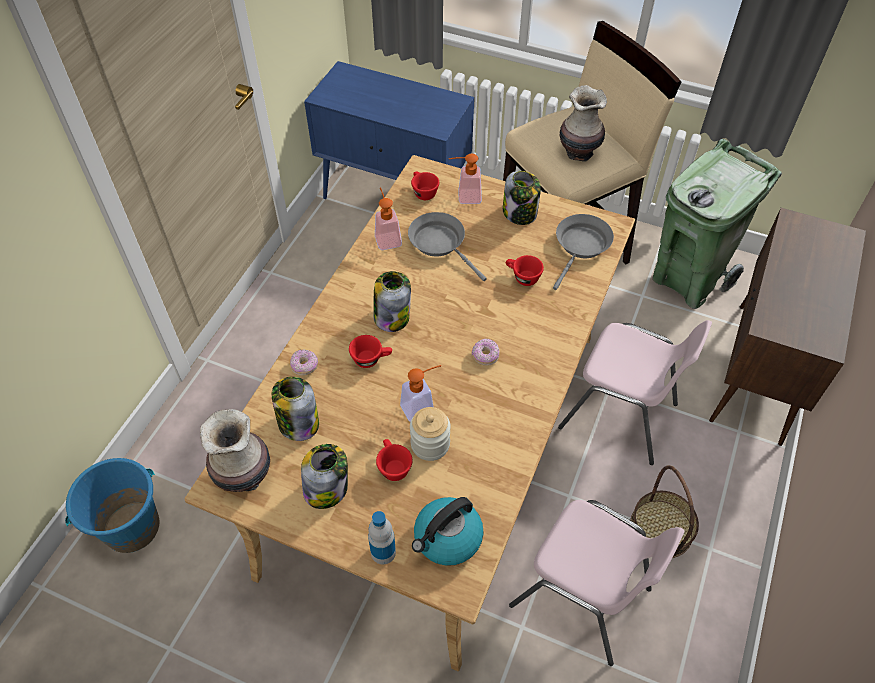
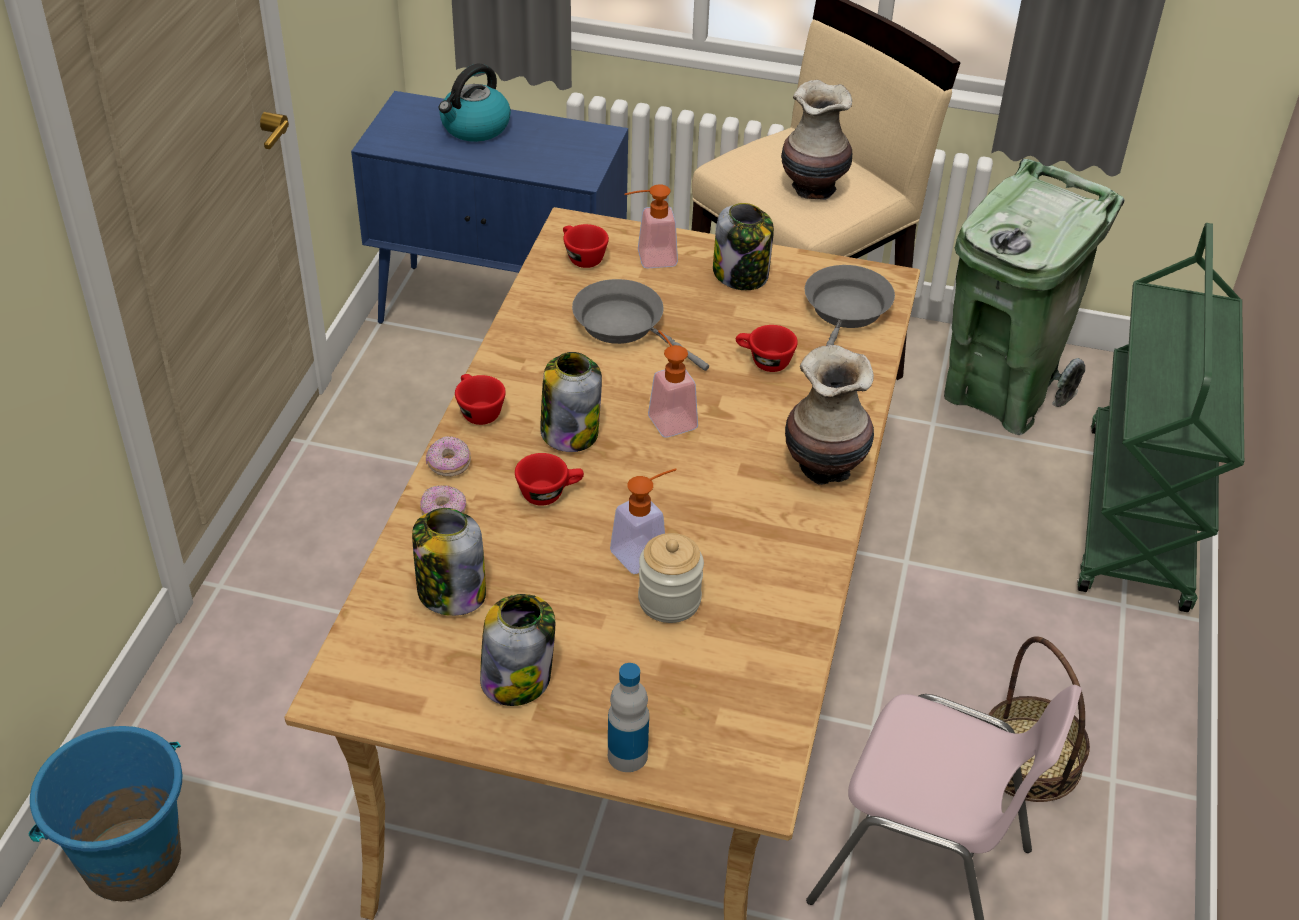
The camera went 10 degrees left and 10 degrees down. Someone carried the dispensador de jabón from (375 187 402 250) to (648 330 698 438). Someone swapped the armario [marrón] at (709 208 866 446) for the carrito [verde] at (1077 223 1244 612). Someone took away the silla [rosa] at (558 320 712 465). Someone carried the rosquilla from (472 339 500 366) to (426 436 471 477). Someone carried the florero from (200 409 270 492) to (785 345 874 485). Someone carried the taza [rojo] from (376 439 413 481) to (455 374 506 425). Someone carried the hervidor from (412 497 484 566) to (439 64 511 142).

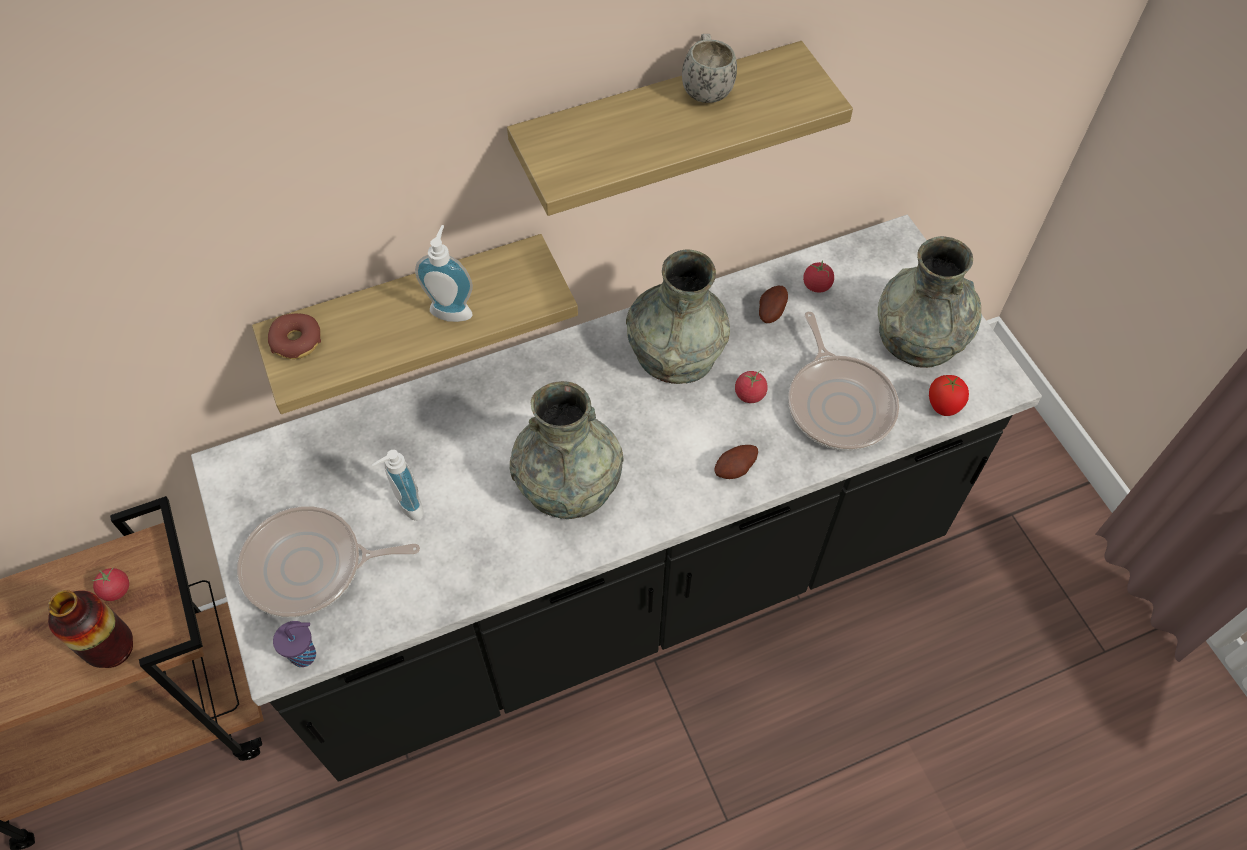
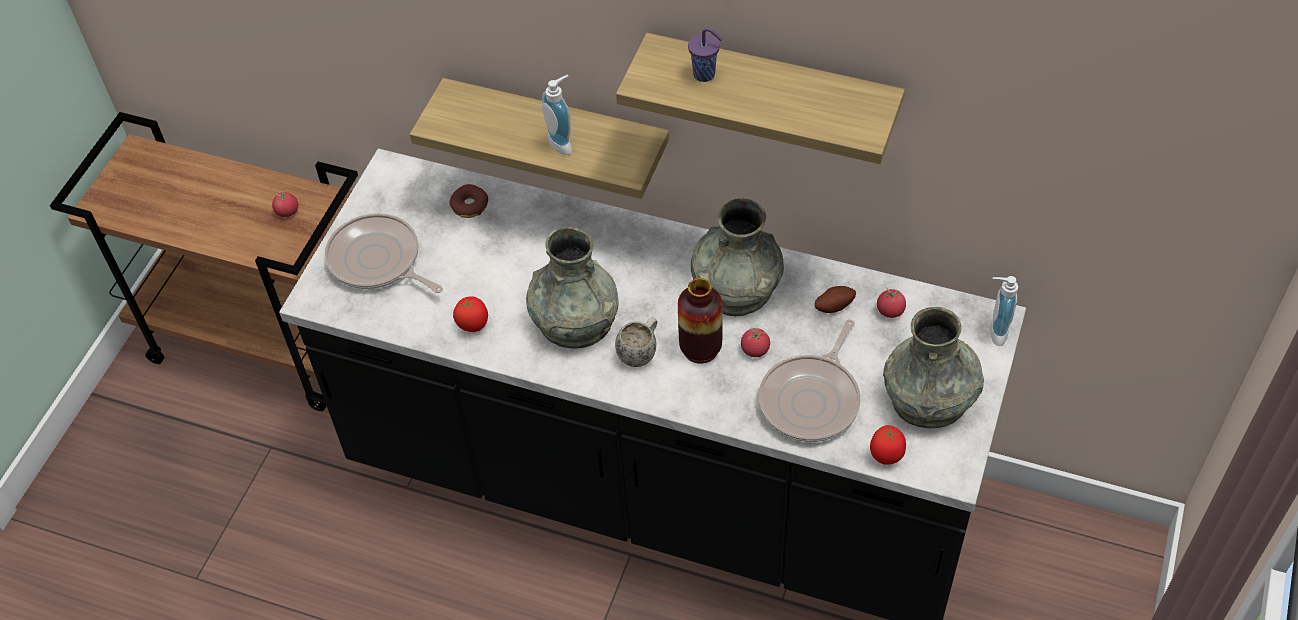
The camera went 45 degrees right and 5 degrees down. Someone carried the taza grande [blanco] from (682 34 737 103) to (615 317 657 367). Someone carried the rosquilla from (268 313 321 359) to (450 184 488 218). Someone took away the patata at (715 445 758 479). Someone carried the dispensador de jabón from (372 450 424 521) to (990 276 1018 346). Someone carried the florero from (48 590 133 668) to (678 278 723 364). Someone carried the taza [morado] from (273 621 316 667) to (688 28 723 82). Someone put down the tomate at (453 296 488 332).

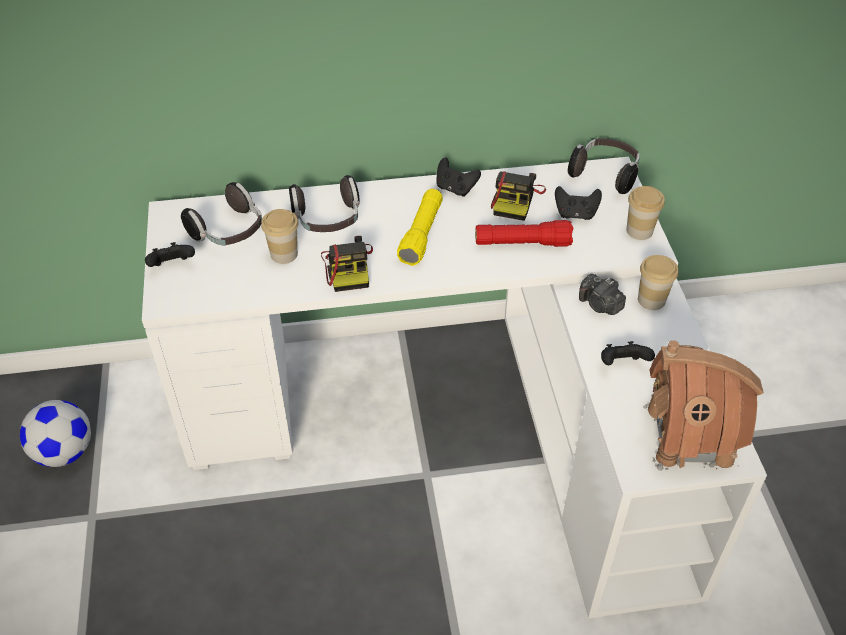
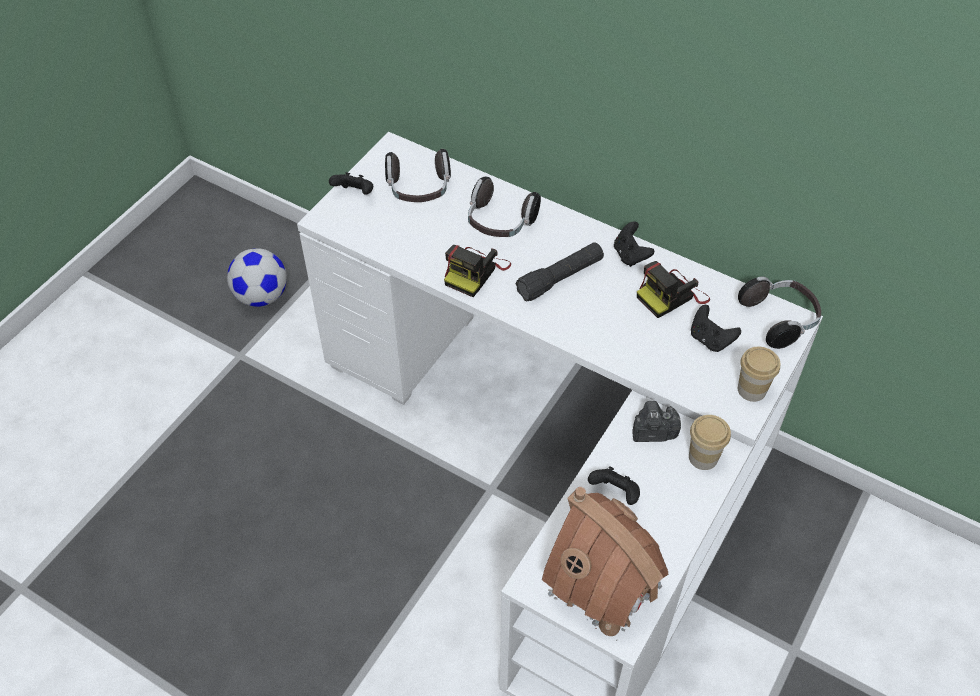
The camera went 40 degrees right and 5 degrees up. Someone repainted the linterna [amarillo] at (397 189 443 266), which became the linterna [negro] at (515 242 604 301). Someone took away the taza at (261 209 299 264). Someone took away the linterna [rojo] at (475 220 573 247). Someone rotated the cámara at (579 274 626 315) by 90 degrees clockwise.

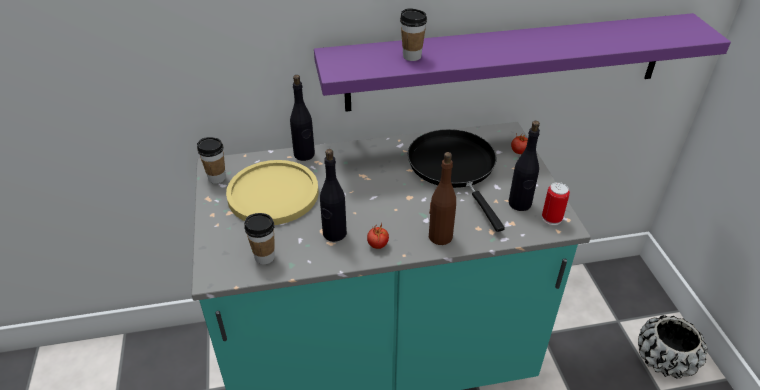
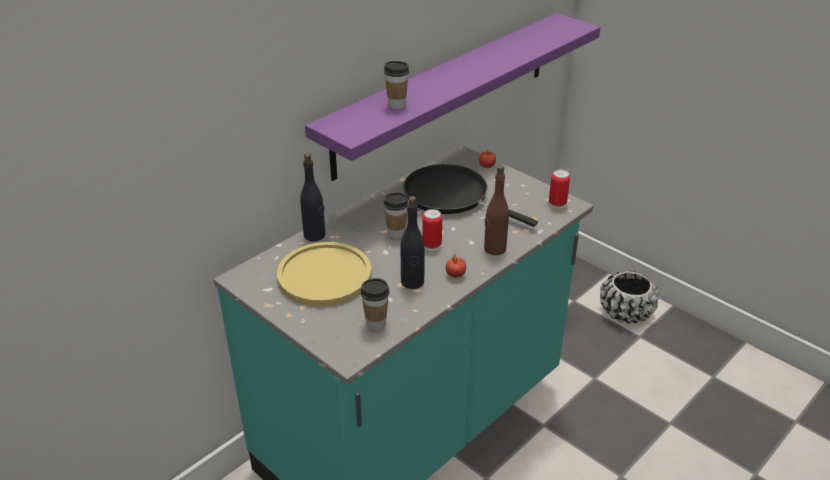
The camera went 35 degrees left and 5 degrees down. Someone took away the botella [negro] at (509 121 540 211). Someone carried the taza from (197 137 226 184) to (384 192 409 239). Someone put down the lata at (422 209 442 251).

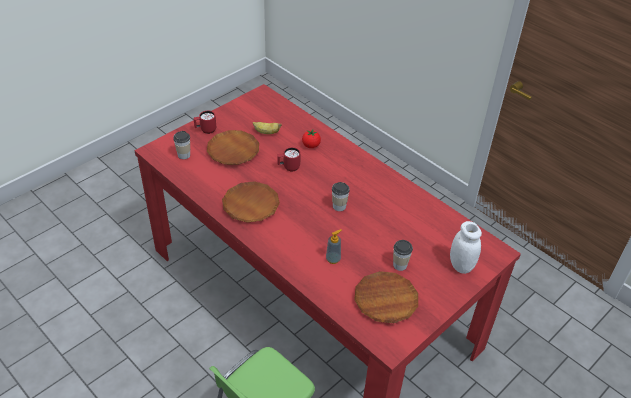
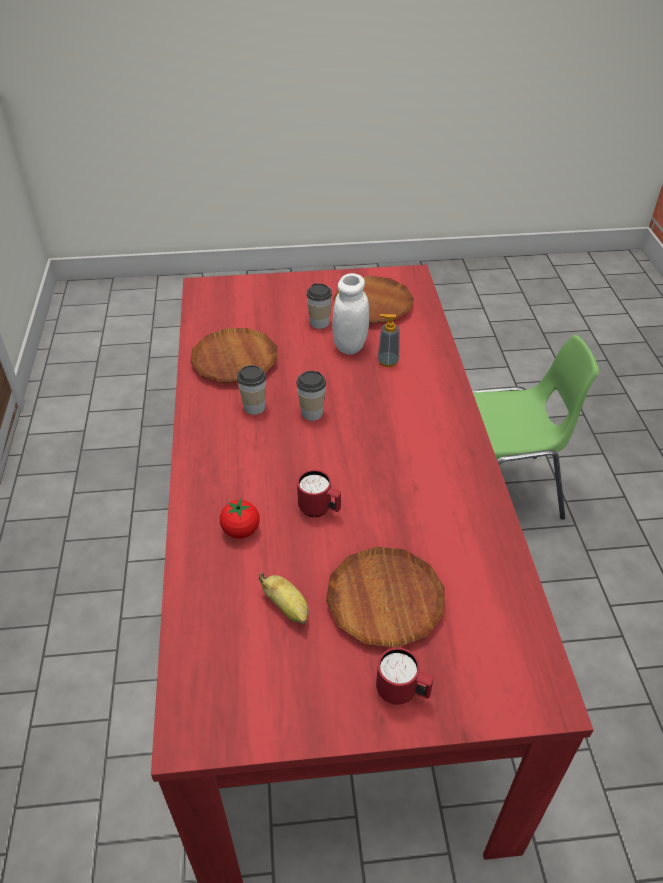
The camera went 140 degrees left and 0 degrees up. Someone carried the taza from (173 131 190 159) to (237 365 266 415). Someone carried the plato [marrón] from (222 181 280 223) to (191 328 277 383). Someone carried the tarro [blanco] from (450 221 482 274) to (332 273 369 355).

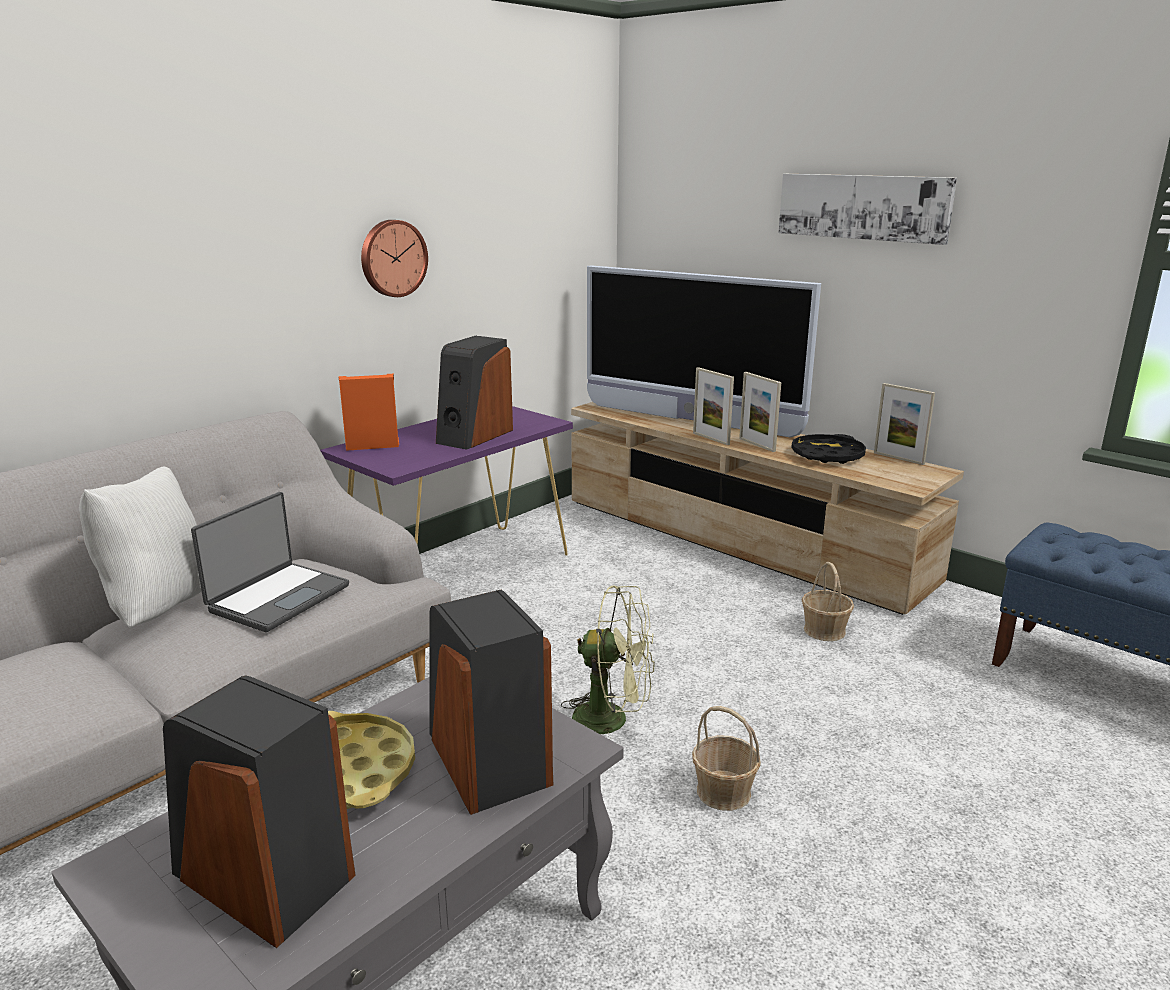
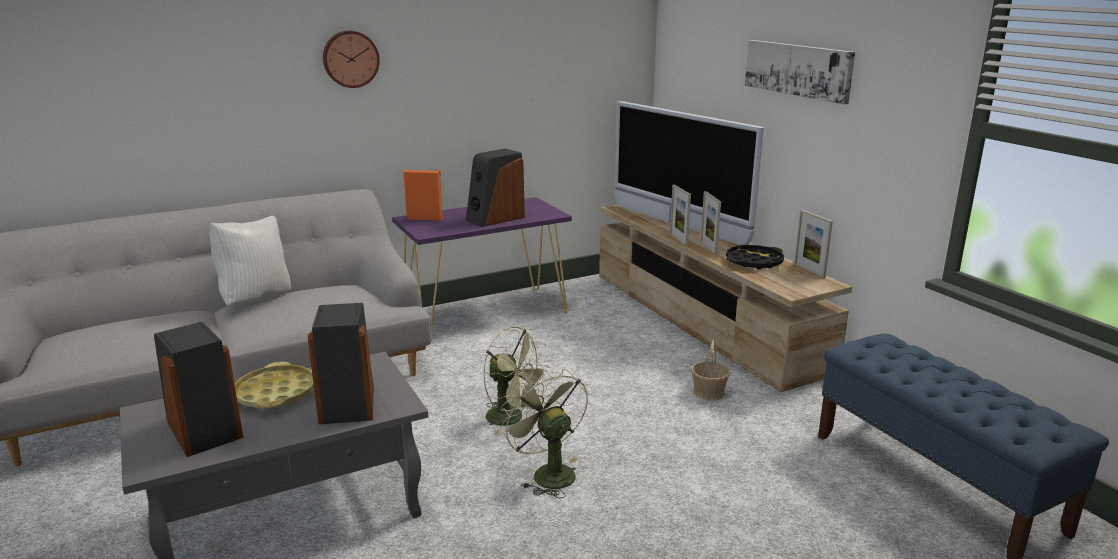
The camera went 20 degrees right and 0 degrees up. Someone carried the reloj de pared from (361 220 428 297) to (323 31 380 88). Someone took away the portátil at (191 492 349 632). Someone swapped the cesta at (692 706 761 811) for the ventilador [verde] at (500 369 588 499).

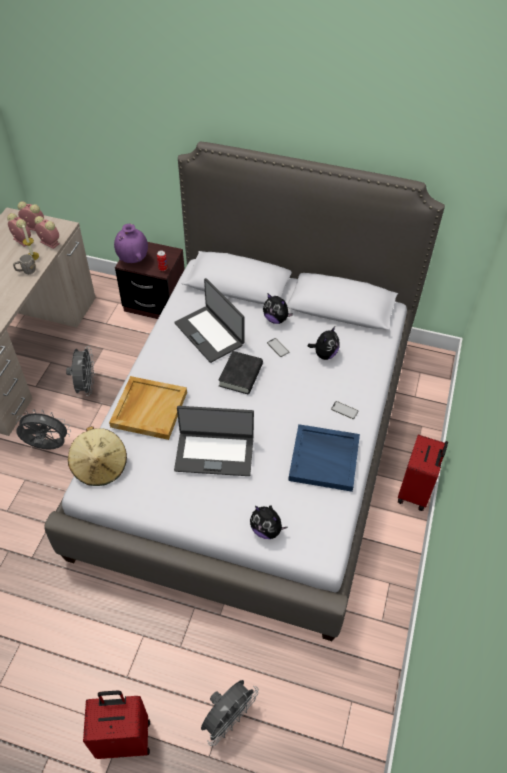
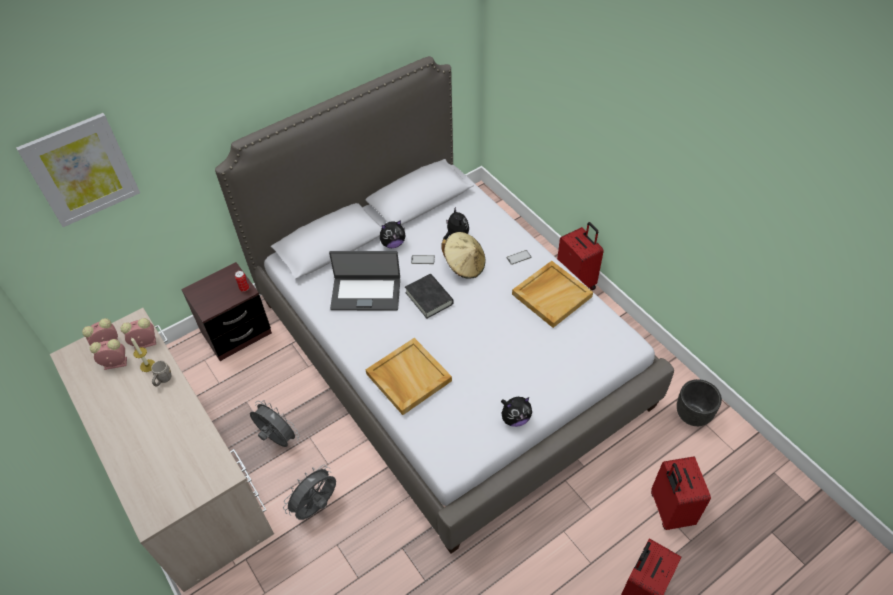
The camera went 50 degrees left and 0 degrees up. Someone took away the florero [morado] at (114 224 148 263). Someone took away the portátil at (174 406 254 476). Someone repainted the bandeja [azul] at (288 424 360 492), which became the bandeja [beis] at (512 261 593 328). Someone carried the sombrero [beis] from (68 426 127 486) to (442 232 485 279). Someone carried the peluche from (250 505 288 539) to (501 397 532 427). Someone swapped the ventilador [gris] at (201 680 258 746) for the maleta [rojo] at (651 456 711 530). Someone put up the cuadro at (16 113 140 227). Someone put down the maceta [negro] at (677 379 722 426).

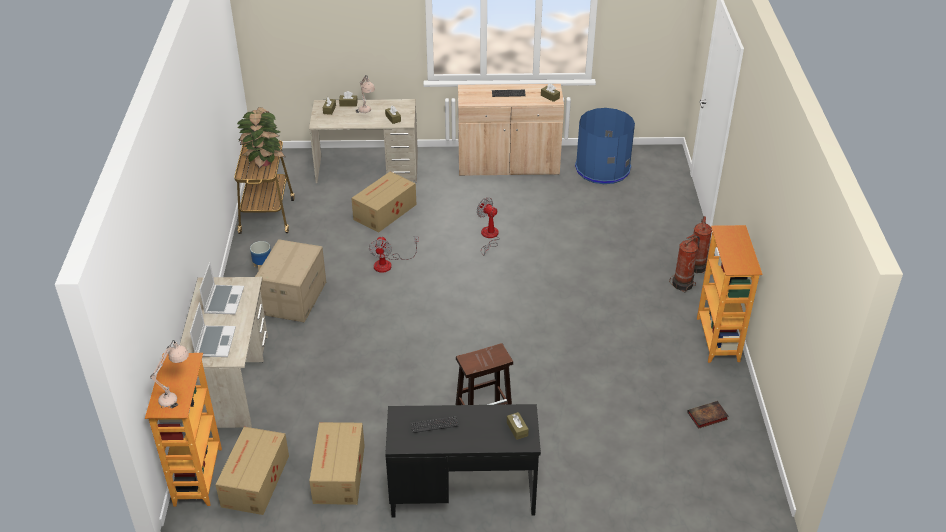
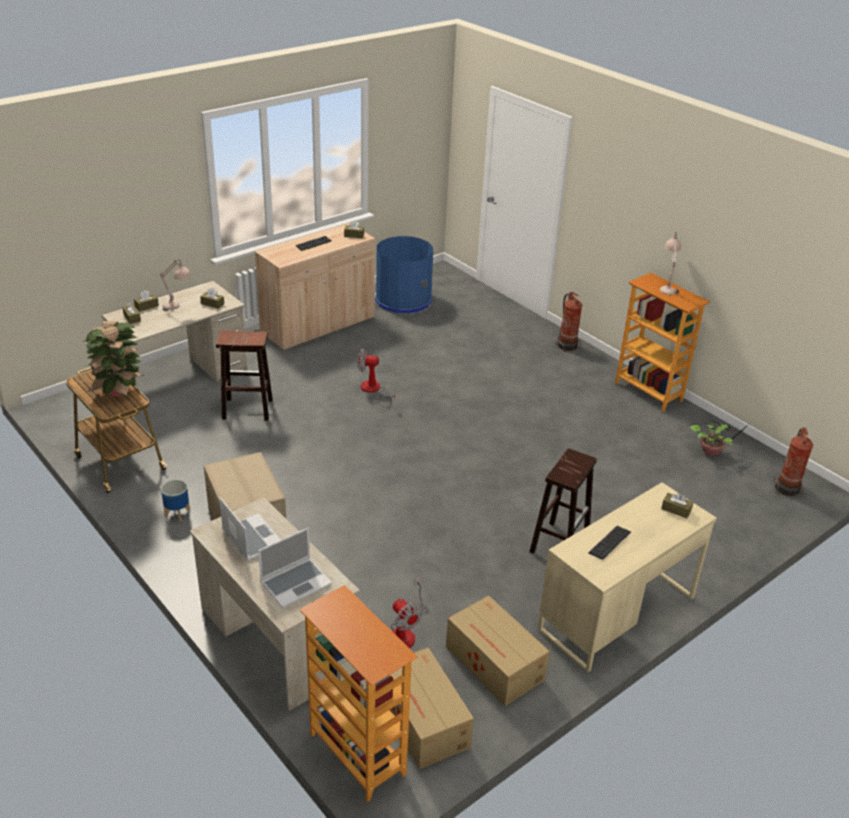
The camera went 40 degrees left and 5 degrees down. Someone swapped the caja de cartón at (351 171 416 233) for the taburete [marrón] at (216 330 273 421). Someone carried the extintor from (669 234 700 292) to (774 428 813 497). Someone carried the ventilador from (369 236 419 273) to (391 577 424 648). Someone rotated the portátil at (190 302 236 357) by 90 degrees clockwise. Someone carried the lámpara de mesa [beis] from (150 340 189 408) to (660 231 681 296). Someone swapped the libro at (687 401 729 429) for the planta en maceta at (690 419 749 456). Someone repainted the escritorio [negro] at (385 404 541 518), which became the escritorio [beis] at (538 482 717 672).

